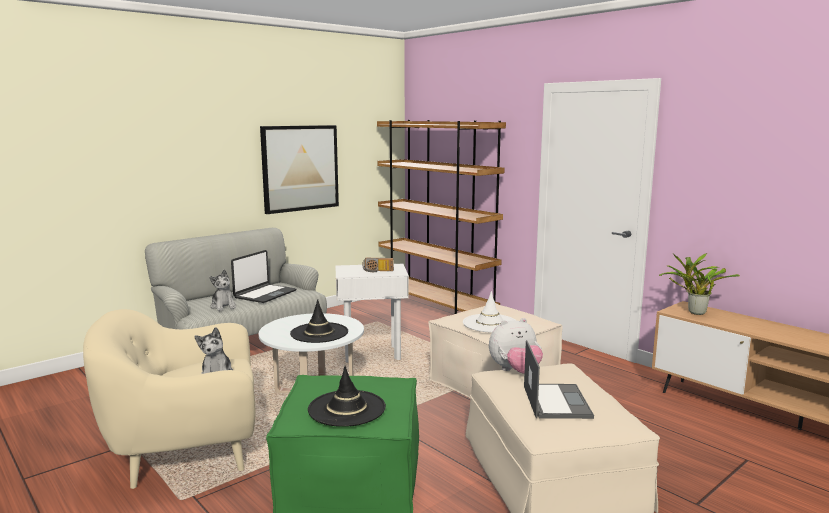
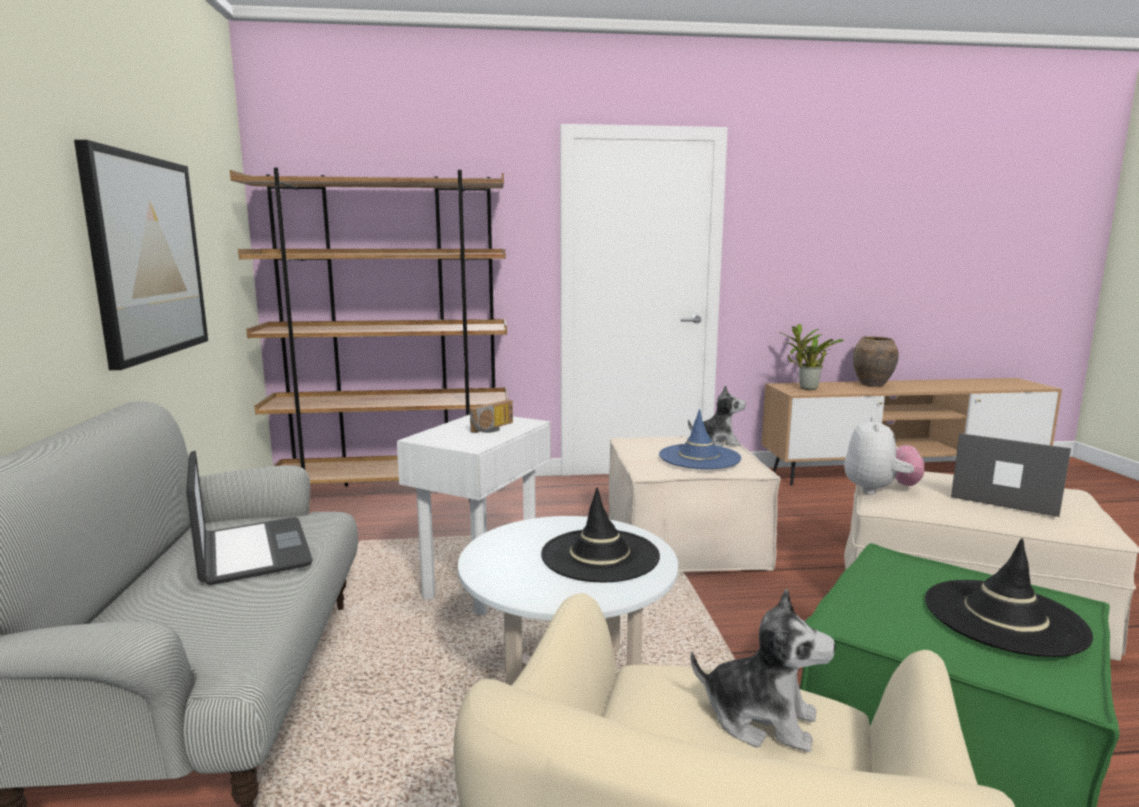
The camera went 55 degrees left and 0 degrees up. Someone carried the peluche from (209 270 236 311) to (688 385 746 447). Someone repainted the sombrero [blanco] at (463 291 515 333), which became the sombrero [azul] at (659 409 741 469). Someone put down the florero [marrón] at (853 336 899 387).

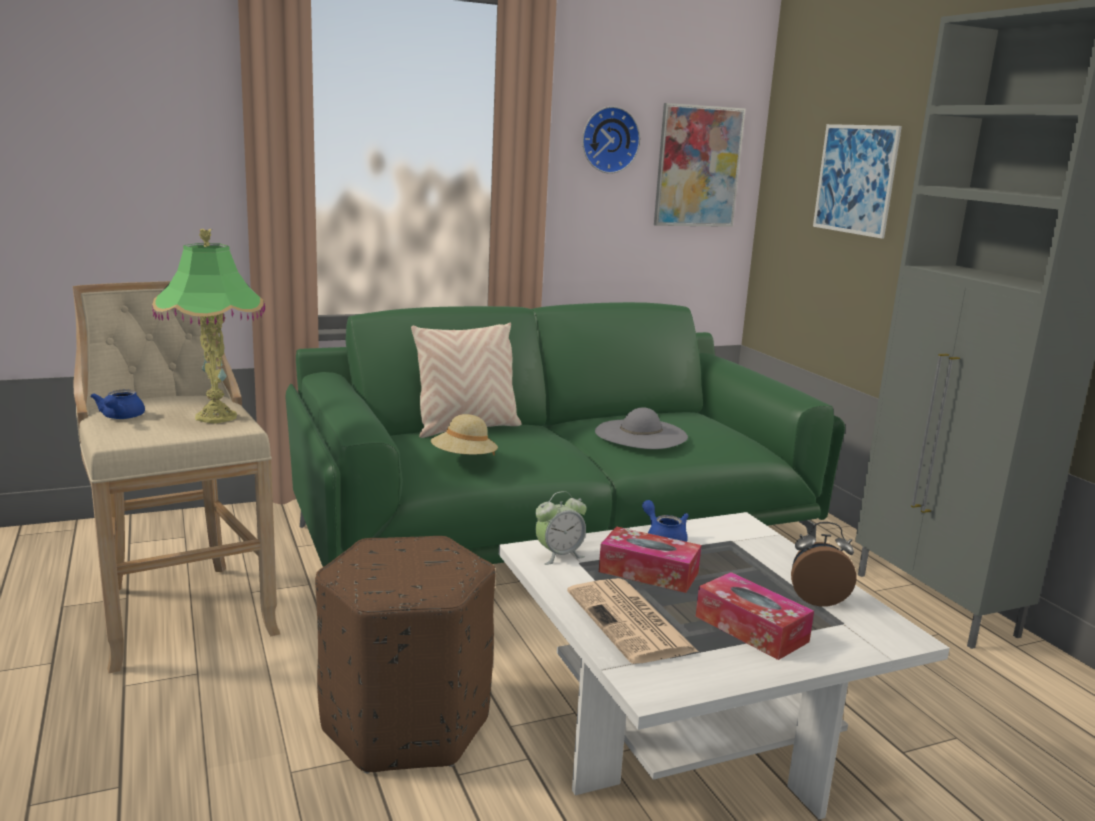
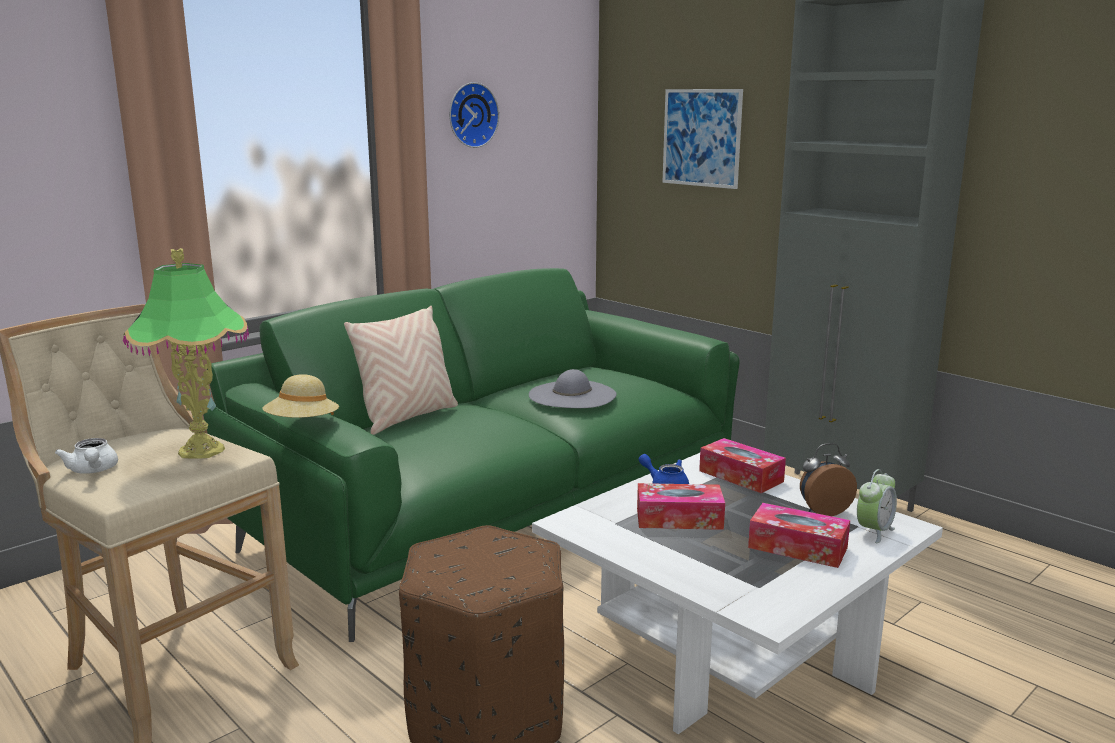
The camera went 20 degrees left and 0 degrees up. Someone took away the cuadro at (654 103 746 227). Someone repainted the tetera [azul] at (90 389 145 419), which became the tetera [blanco] at (55 438 118 474). Someone carried the sombrero [beis] from (431 414 498 456) to (263 374 339 418). Someone carried the despertador from (535 491 587 565) to (857 469 897 543). Someone took away the periódico at (567 578 699 664). Someone put down the caja de pañuelos at (699 438 786 493).

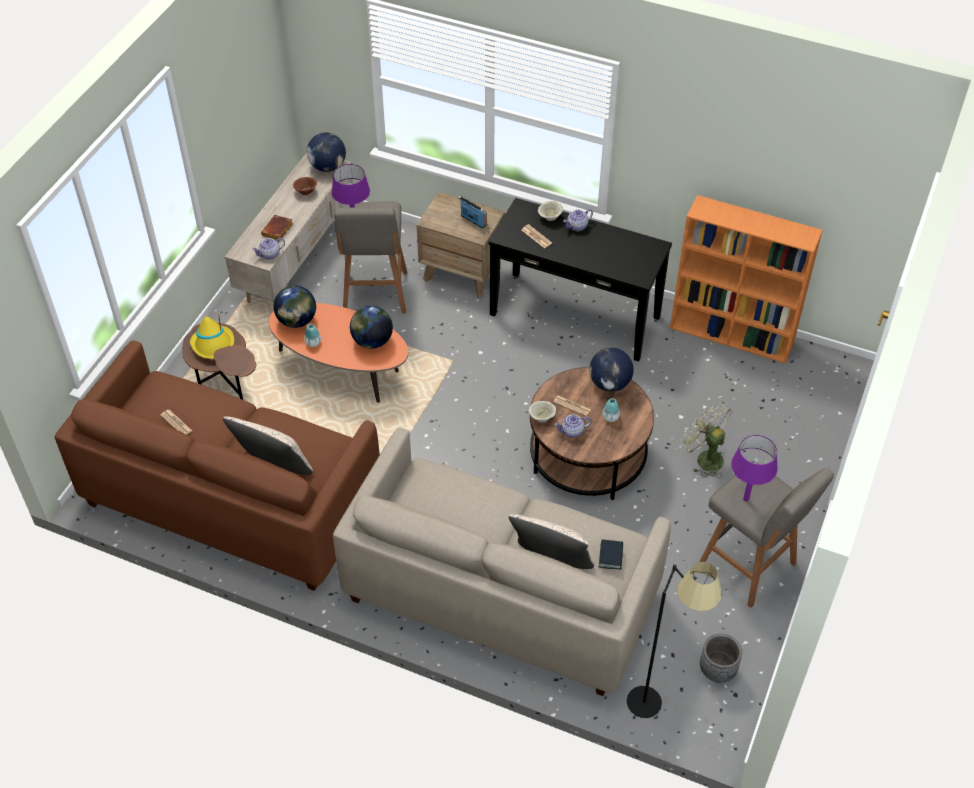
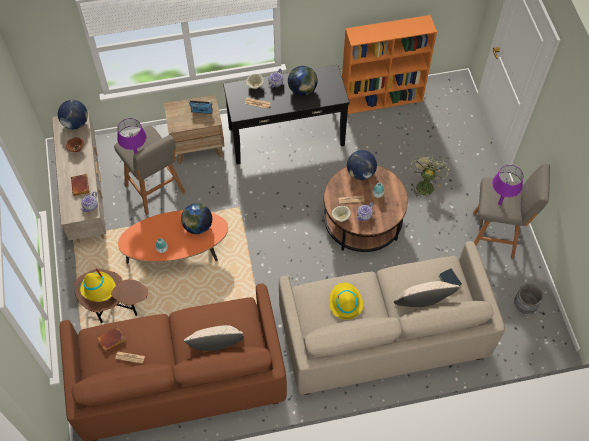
The camera went 35 degrees left and 10 degrees up. Someone carried the globo terráqueo from (273 285 316 328) to (288 66 318 96). Someone rotated the ventilador [verde] at (680 402 732 478) by 90 degrees clockwise. Someone took away the lámpara de pie [negro] at (627 562 721 718). Someone put down the sombrero [amarillo] at (329 282 363 320). Someone put down the libro [marrón] at (97 326 126 352).

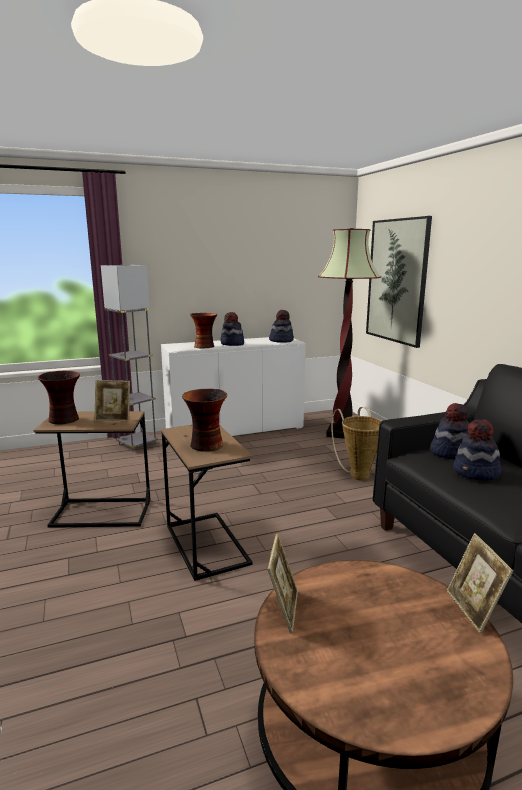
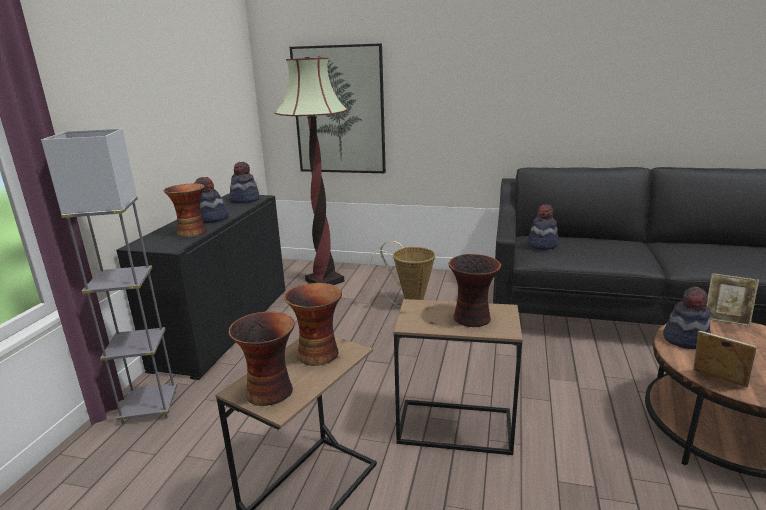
The camera went 55 degrees left and 5 degrees up. Someone repainted the armario [blanco] at (161 337 306 436), which became the armario [negro] at (116 194 285 380). Someone swapped the portarretratos at (95 380 130 421) for the florero at (284 283 342 366). Someone carried the sombrero from (453 419 502 480) to (663 286 711 349).

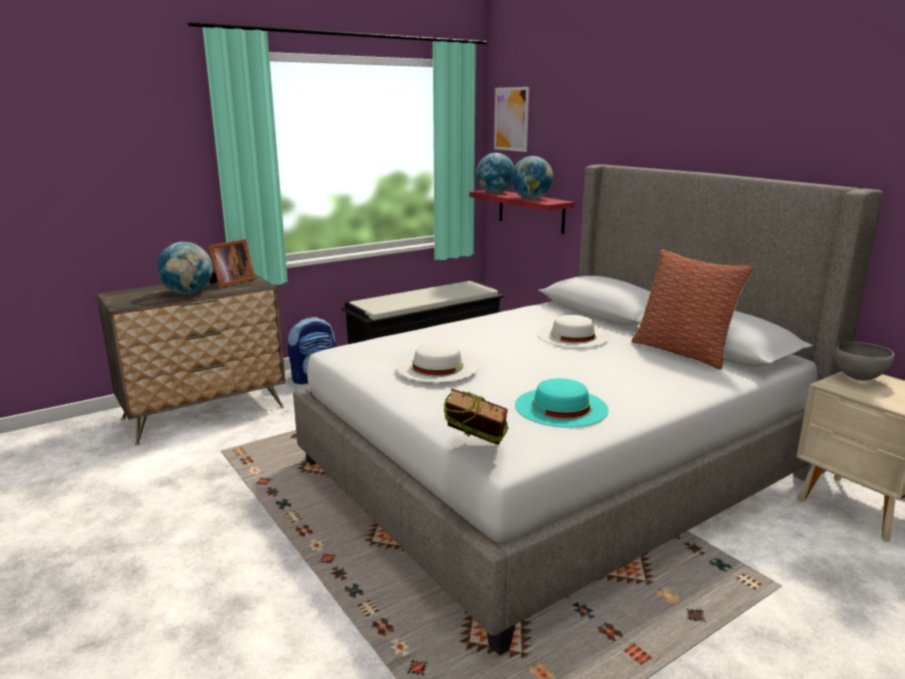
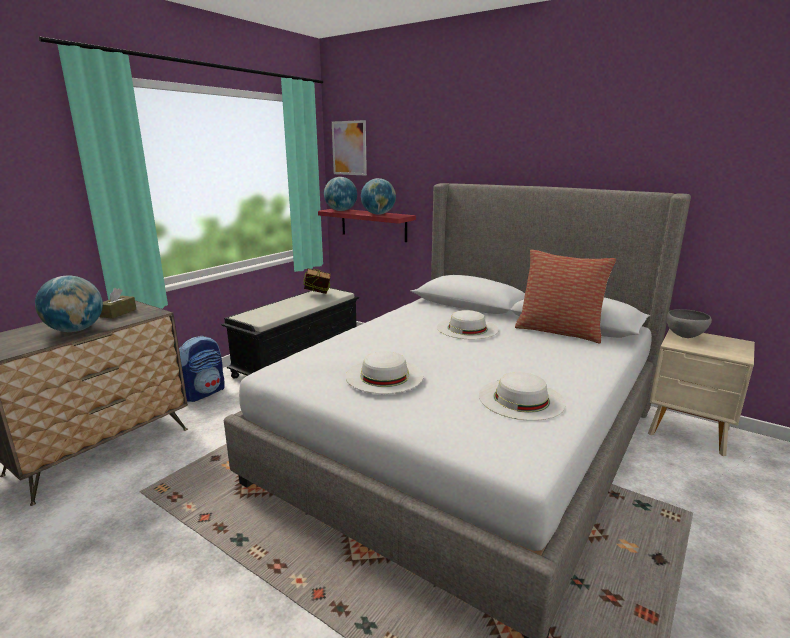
The camera went 20 degrees left and 0 degrees up. Someone swapped the portarretratos at (208 239 256 287) for the caja de pañuelos [marrón] at (99 288 136 319). Someone repainted the sombrero [turquesa] at (515 378 609 427), which became the sombrero [blanco] at (479 372 566 421). Someone carried the libro from (444 388 509 445) to (303 268 331 294).

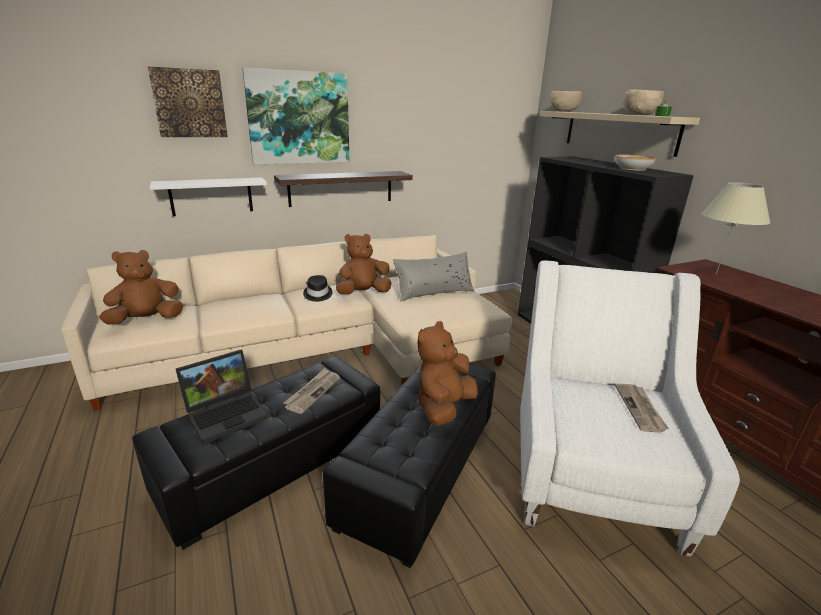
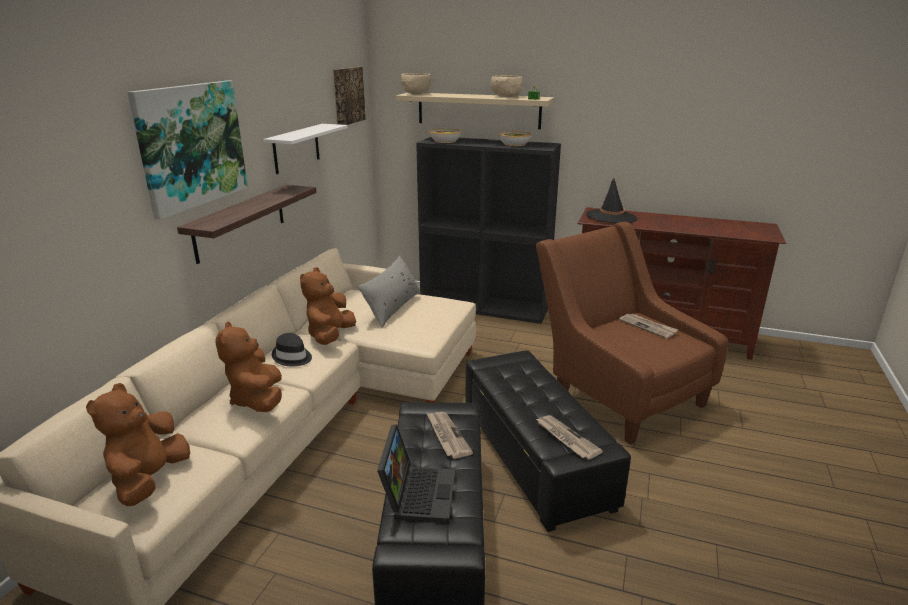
The camera went 45 degrees left and 0 degrees up. Someone carried the cuadro from (148 66 228 137) to (333 67 366 125). Someone carried the estante [blanco] from (150 178 267 216) to (263 124 347 174). Someone swapped the lámpara de mesa [beis] at (701 182 771 274) for the sombrero [negro] at (586 178 638 223). Someone repainted the sillón [blanco] at (520 260 740 556), which became the sillón [marrón] at (536 222 728 444). Someone carried the peluche [marrón] from (417 321 478 426) to (215 321 282 412). Someone put down the cuenco at (429 128 461 143). Someone put down the periódico at (536 415 603 460).

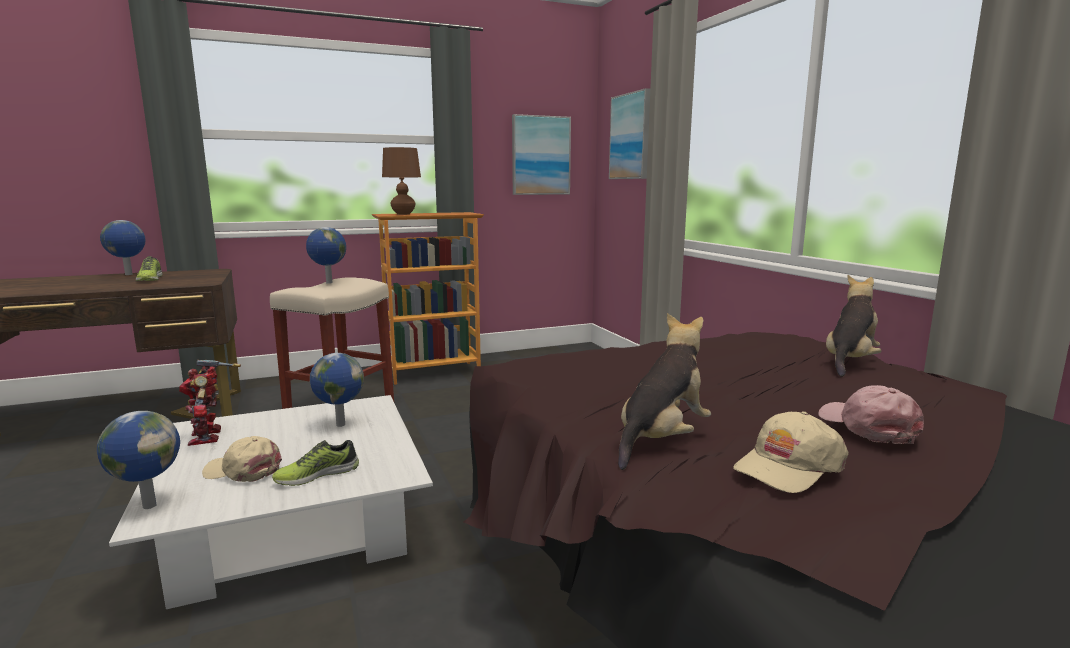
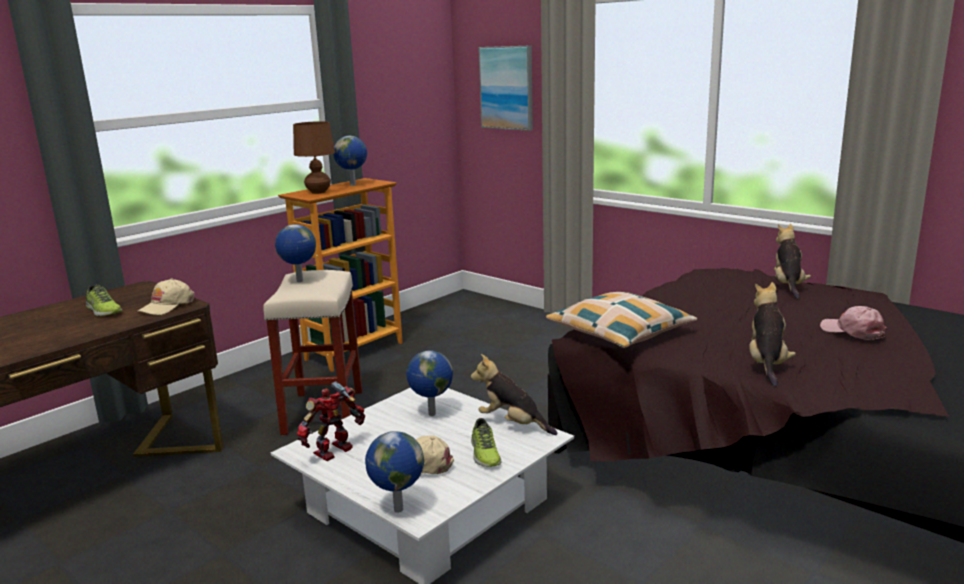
The camera went 25 degrees left and 5 degrees up. Someone took away the cuadro at (512 114 571 195). Someone carried the globo terráqueo from (100 220 146 275) to (333 136 367 186). Someone rotated the robot de juguete at (179 360 241 446) by 90 degrees clockwise. Someone carried the gorra [beis] from (733 412 849 493) to (137 278 195 315). Someone rotated the zapato at (272 440 359 486) by 45 degrees counterclockwise. Someone put down the cojín at (546 292 697 348). Someone put down the peluche at (471 354 557 435).

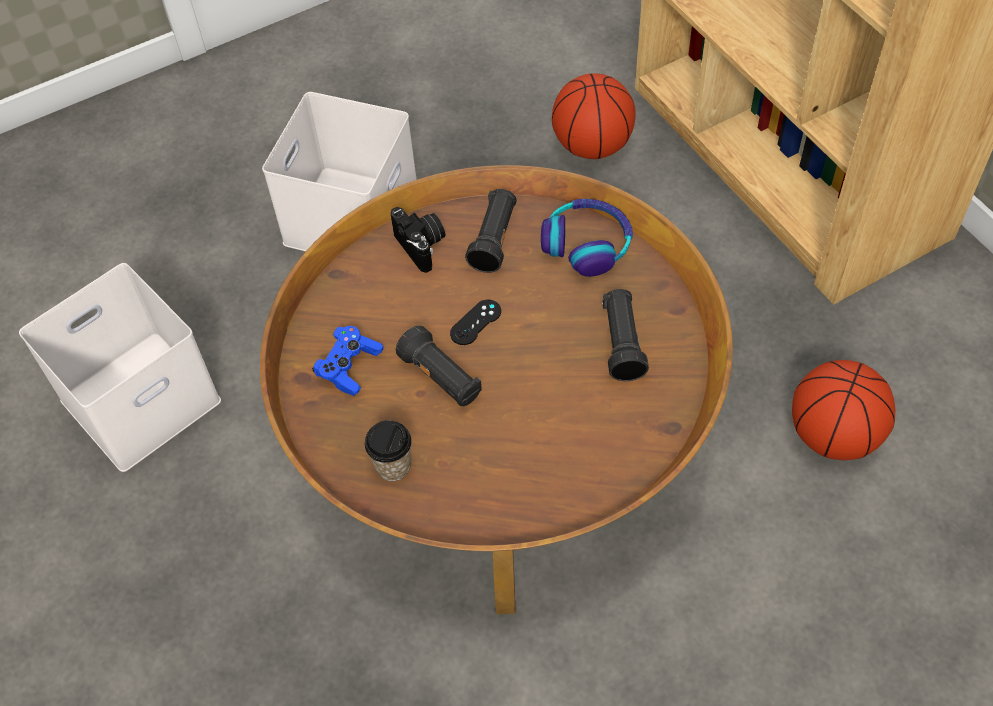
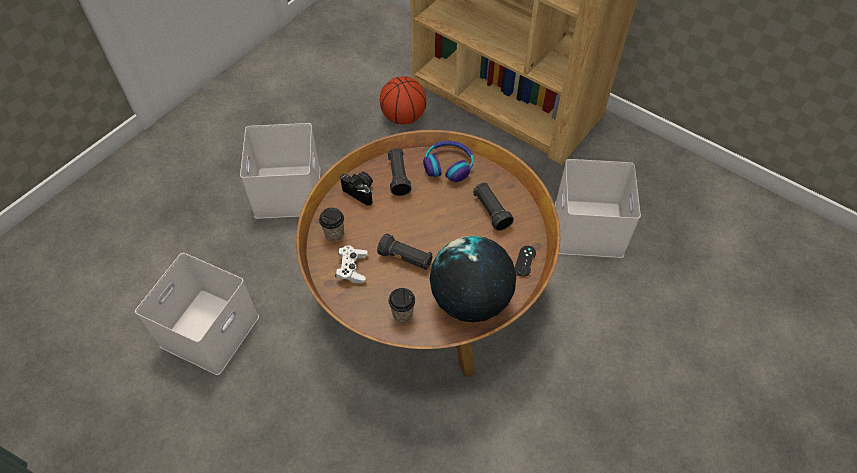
The camera went 25 degrees left and 0 degrees up. Someone carried the mando de consola [negro] from (450 300 501 345) to (514 246 536 277). Someone repainted the mando de consola [azul] at (312 326 383 396), which became the mando de consola [blanco] at (335 245 368 283). Someone swapped the balón de baloncesto at (792 360 895 460) for the caja de almacenaje [blanco] at (555 159 641 258). Someone put down the taza at (319 208 344 241). Someone put down the globo terráqueo at (430 236 516 322).

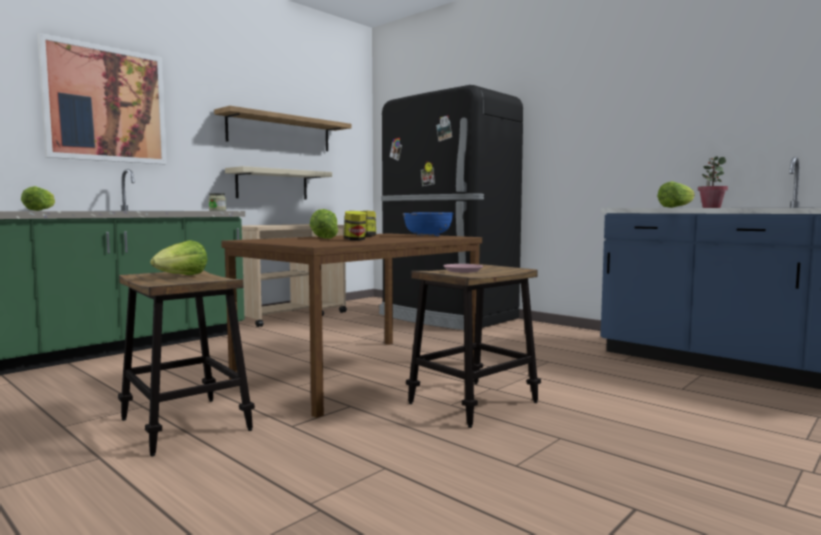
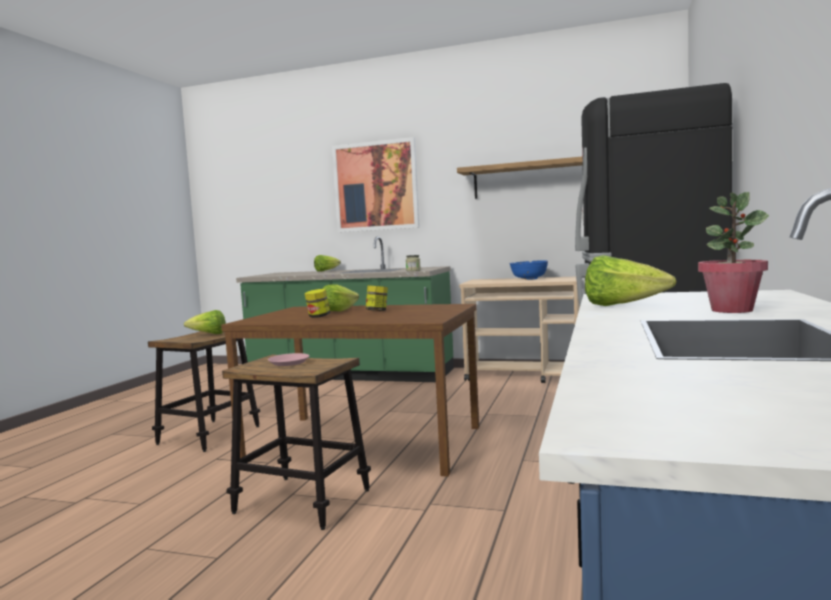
The camera went 65 degrees right and 0 degrees up. Someone took away the estante [beis] at (225 166 332 199). Someone carried the cuenco [azul] from (403 212 454 236) to (510 260 548 280).

